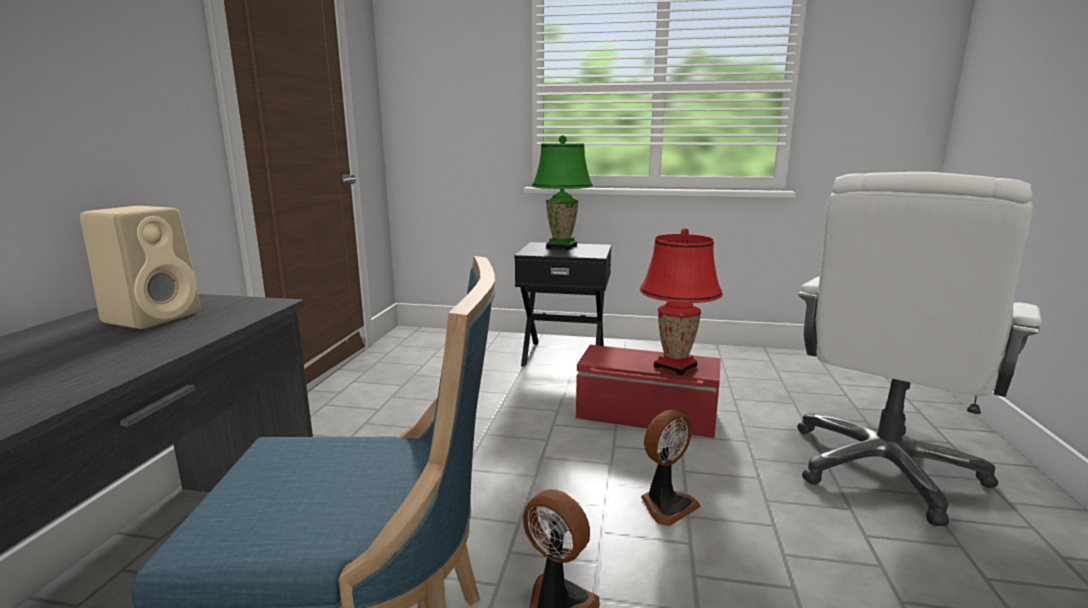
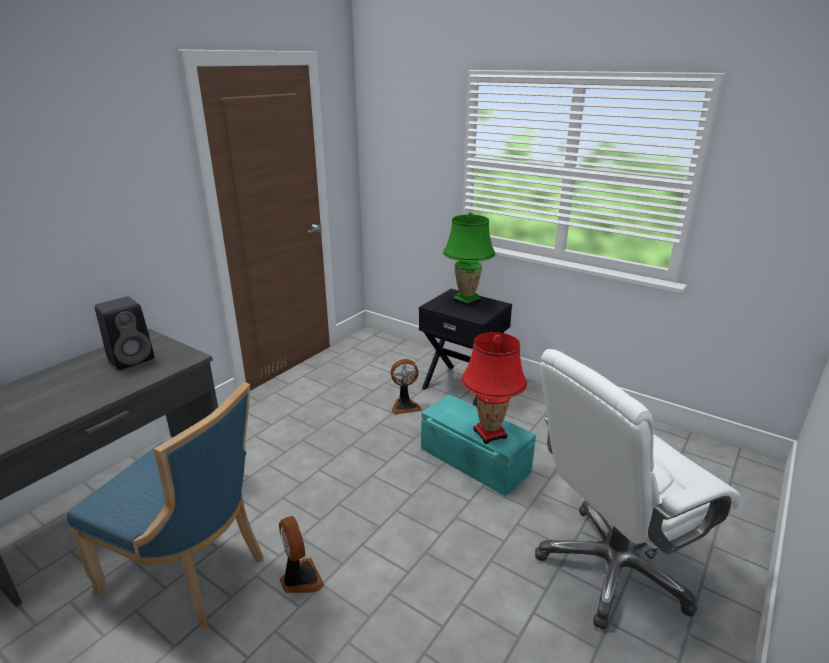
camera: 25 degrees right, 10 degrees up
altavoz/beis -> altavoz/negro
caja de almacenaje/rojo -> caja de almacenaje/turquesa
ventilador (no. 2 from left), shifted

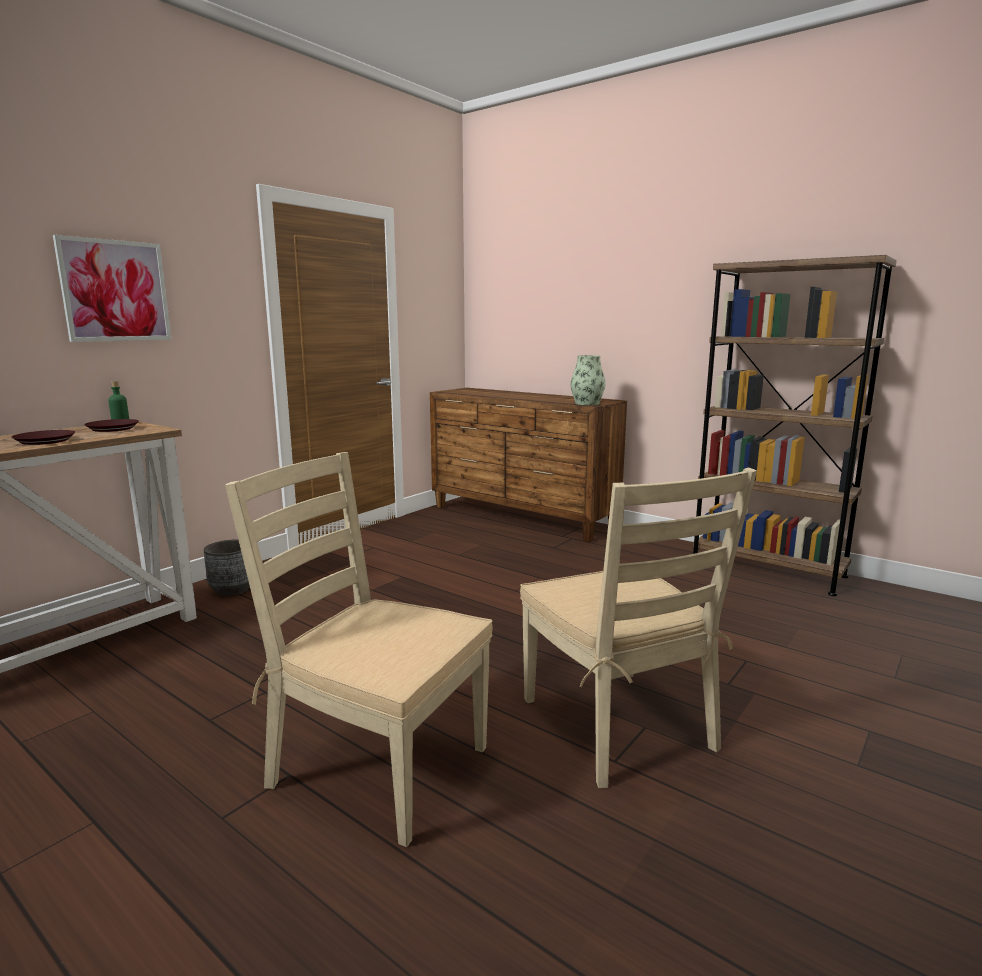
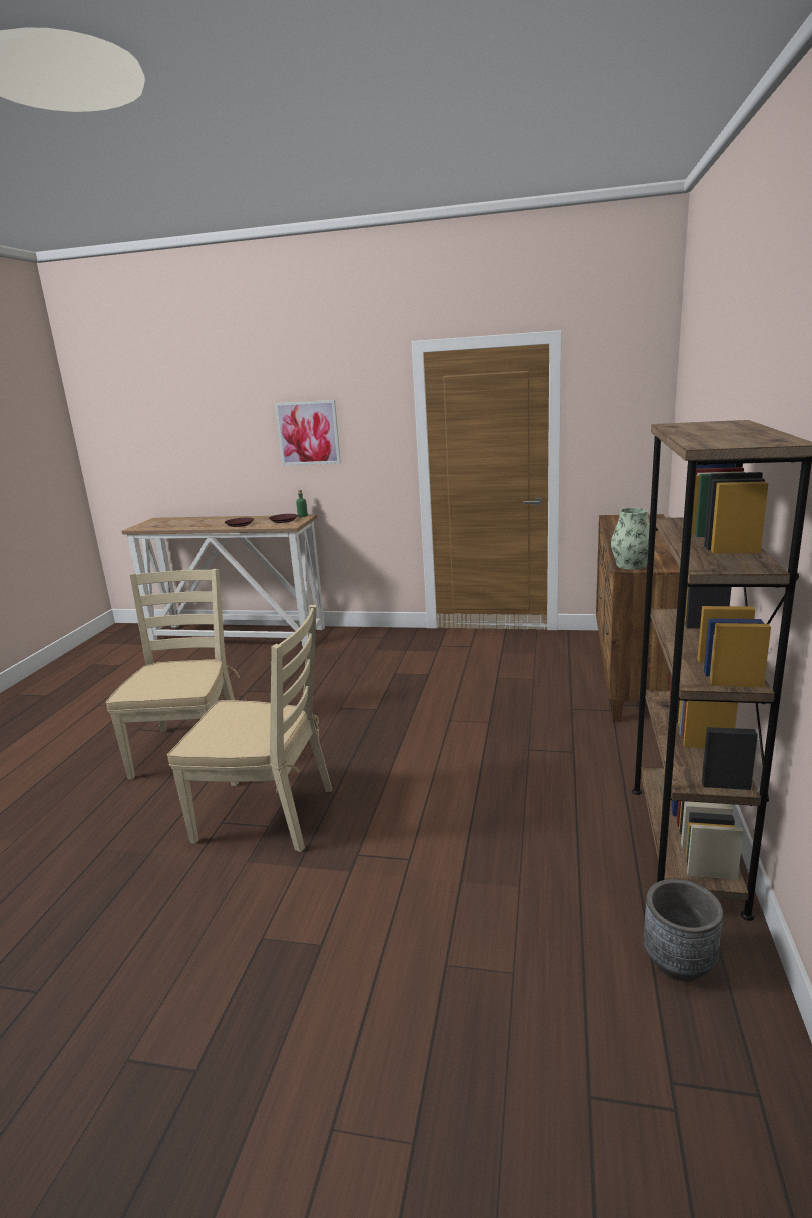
camera: 65 degrees right, 5 degrees up
maceta/gris, shifted
silla/beis (no. 2 from left), 120 degrees counterclockwise

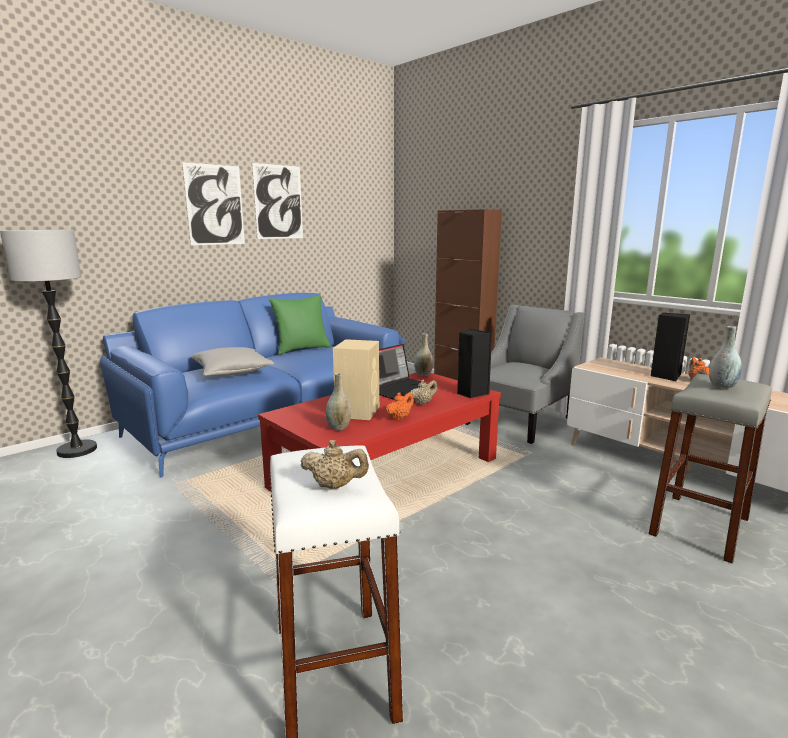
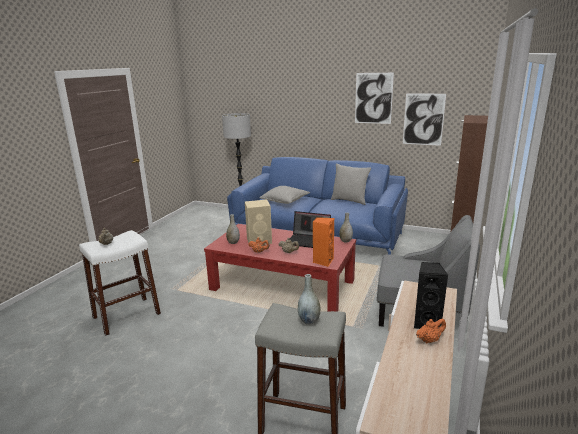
camera: 65 degrees right, 5 degrees up
cuadro (no. 1 from left in the first image) -> cuadro (no. 2 from left), shifted
cojín/verde -> cojín/gris (no. 2 from left)
altavoz/negro (no. 1 from left) -> altavoz/naranja

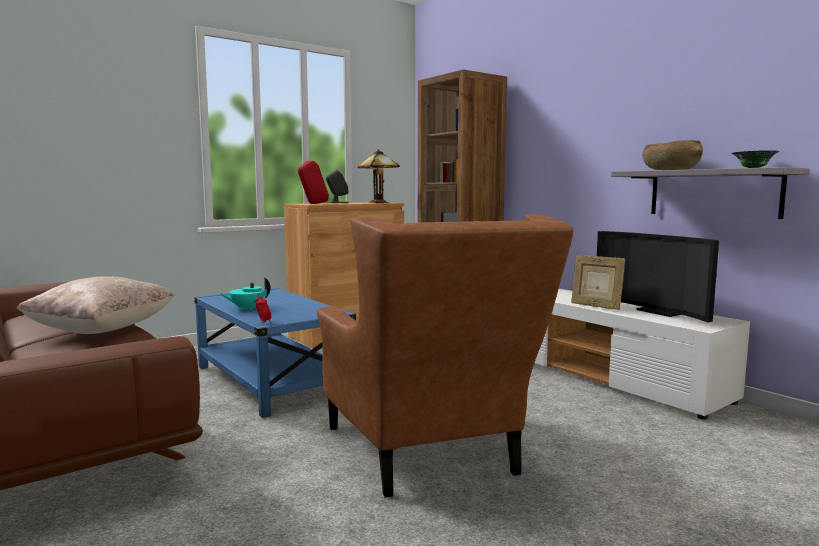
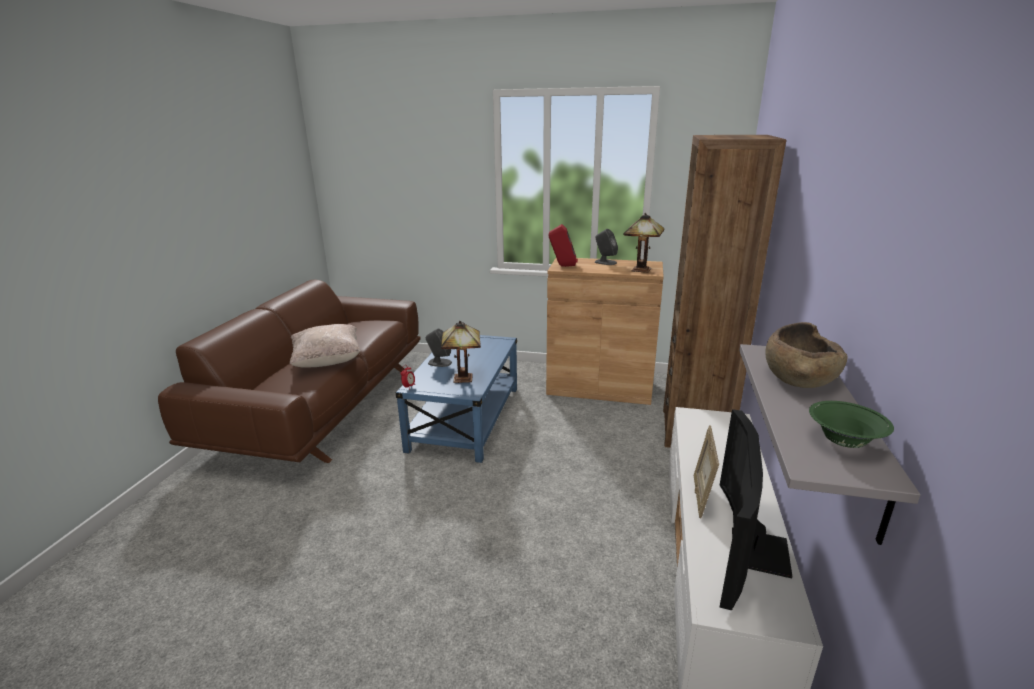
camera: 50 degrees right, 15 degrees up
tetera/turquesa -> altavoz/gris (no. 1 from left)
sillón/marrón -> none
none -> lámpara de mesa (no. 1 from left)

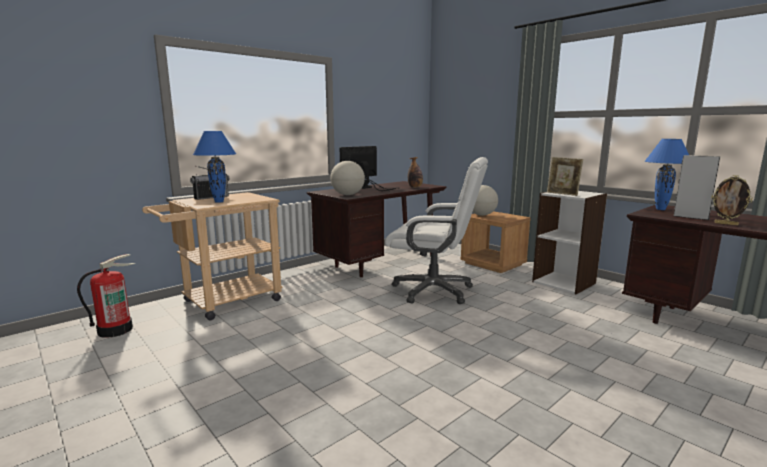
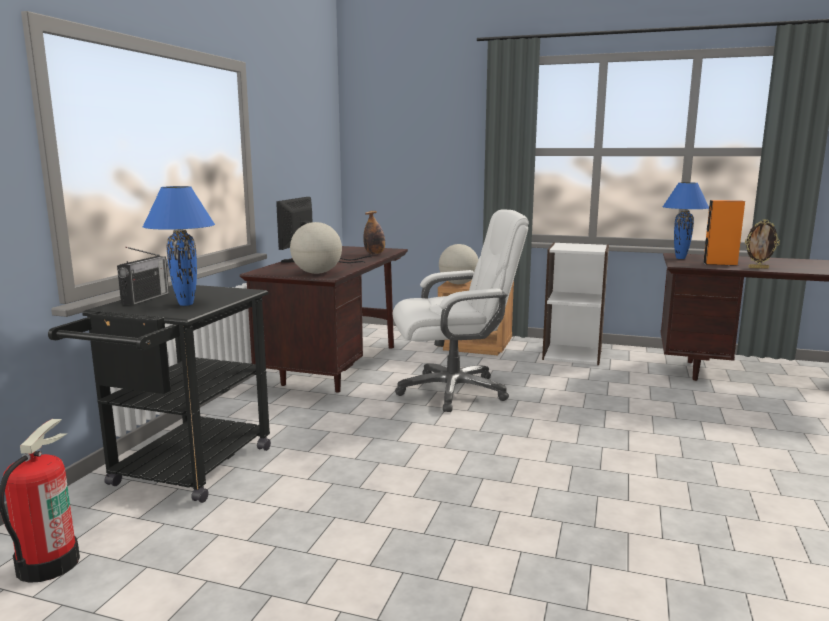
camera: 30 degrees left, 0 degrees up
carrito/beis -> carrito/negro
portarretratos (no. 1 from left) -> none
altavoz/gris -> altavoz/naranja

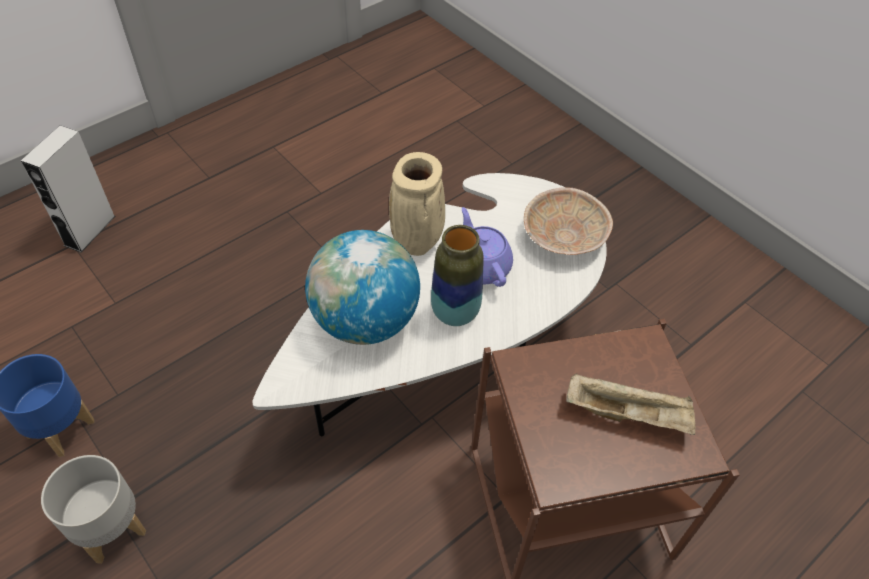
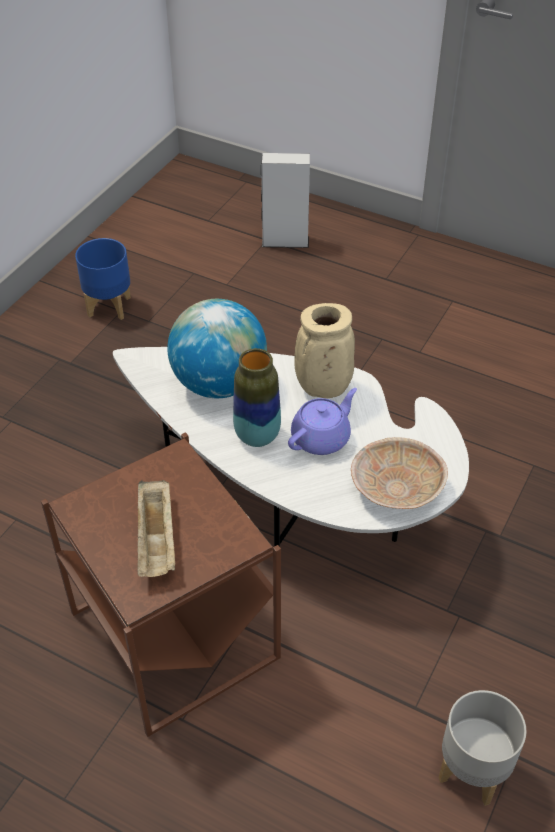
camera: 70 degrees right, 5 degrees down
maceta/gris, shifted

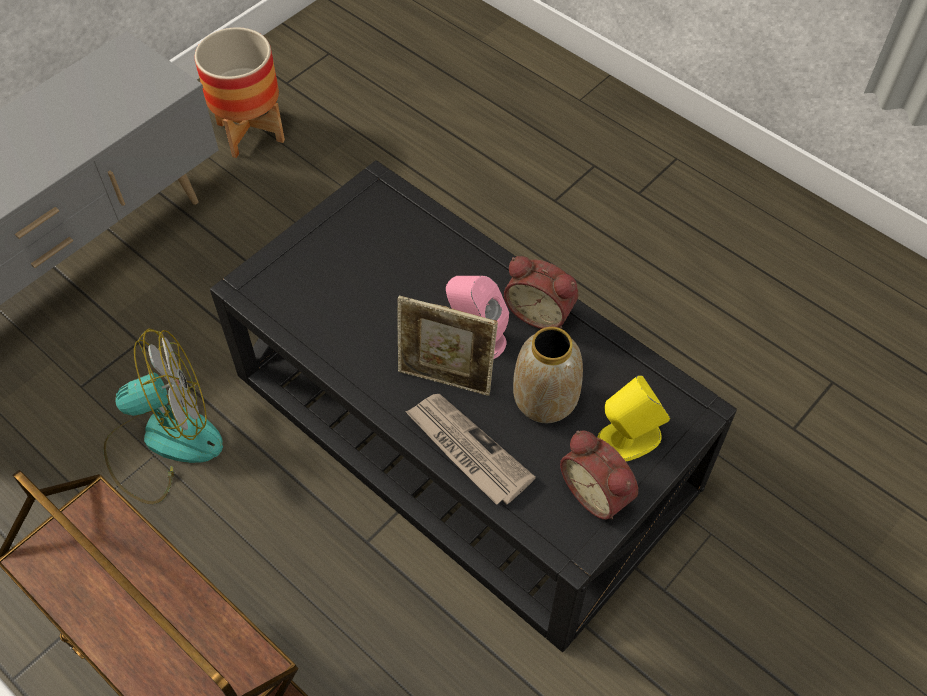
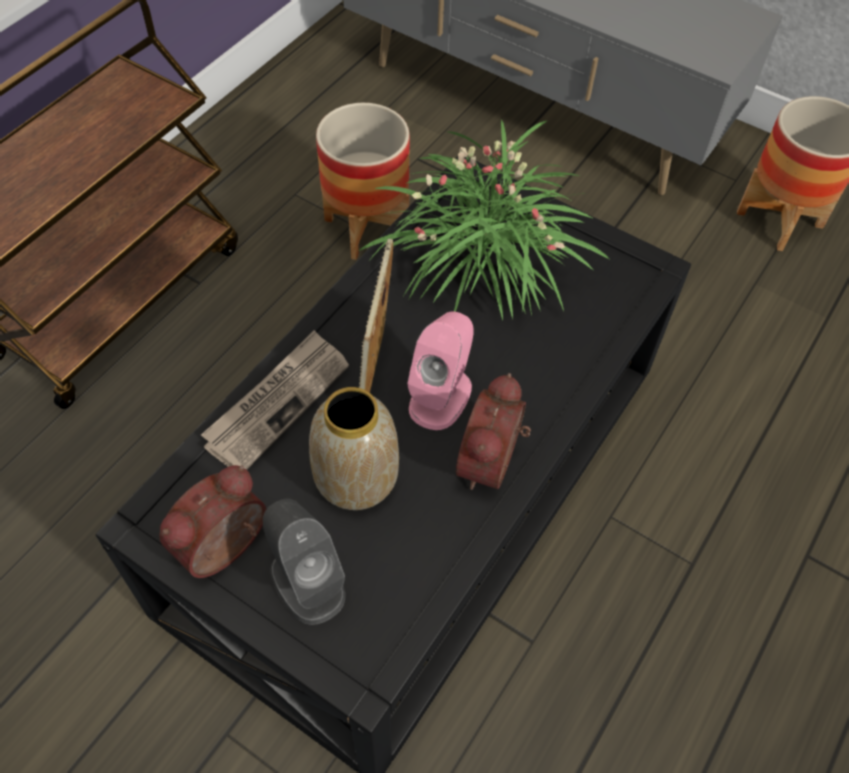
camera: 80 degrees right, 0 degrees up
ventilador -> maceta (no. 1 from left)
altavoz/amarillo -> altavoz/gris
none -> planta en maceta

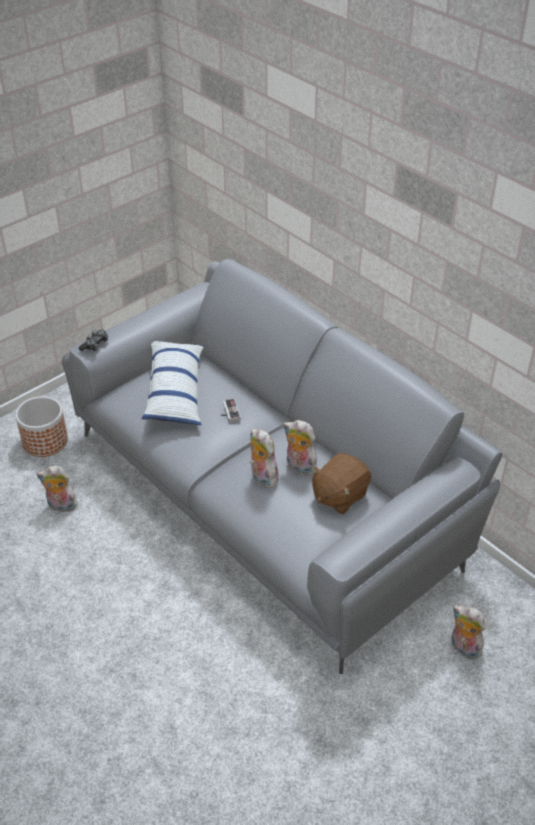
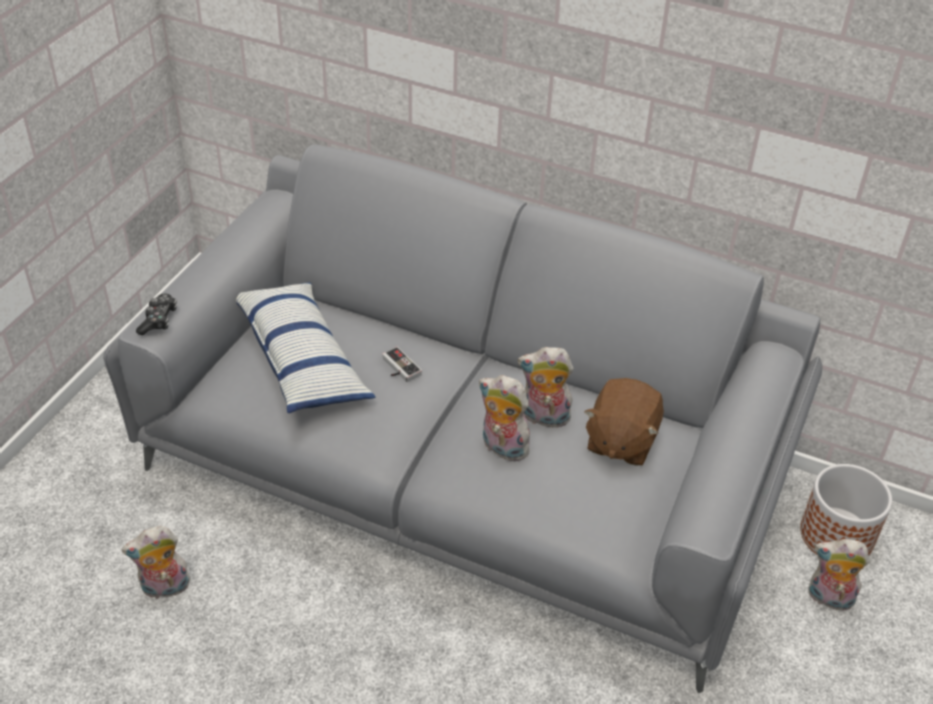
camera: 25 degrees left, 0 degrees up
maceta, shifted

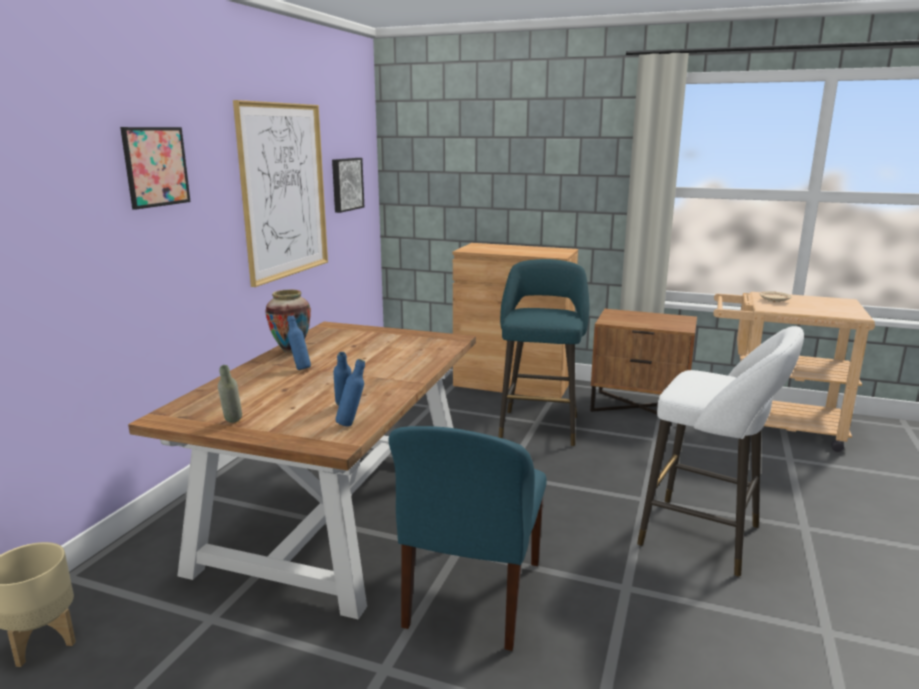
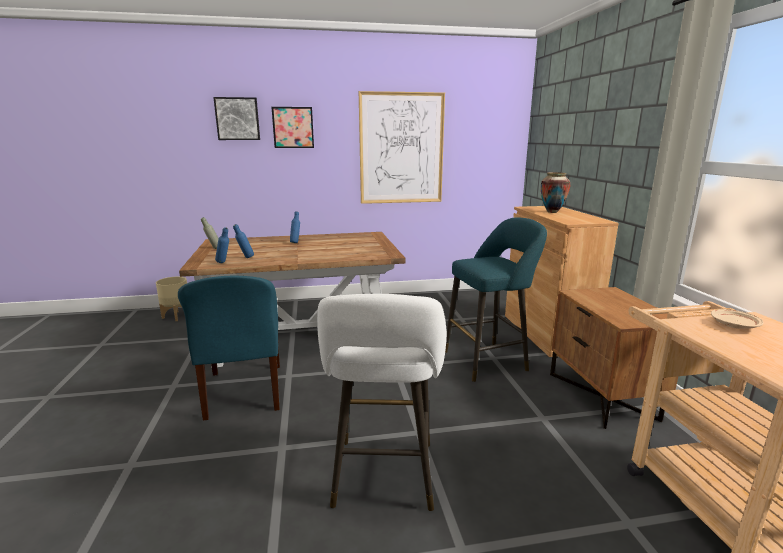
camera: 60 degrees right, 0 degrees up
florero, shifted
cuadro (no. 3 from left in the first image) -> cuadro (no. 1 from left), shifted
silla/azul, 90 degrees counterclockwise

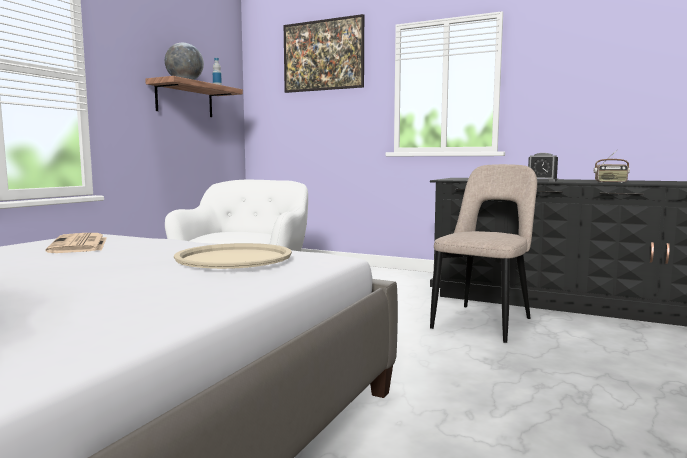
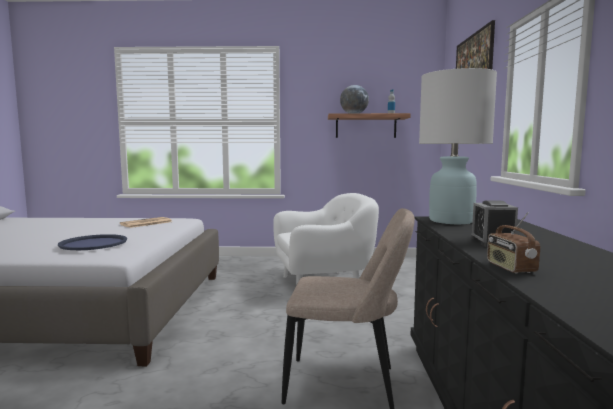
camera: 65 degrees right, 0 degrees up
bandeja/beis -> bandeja/azul
none -> lámpara de mesa/blanco

